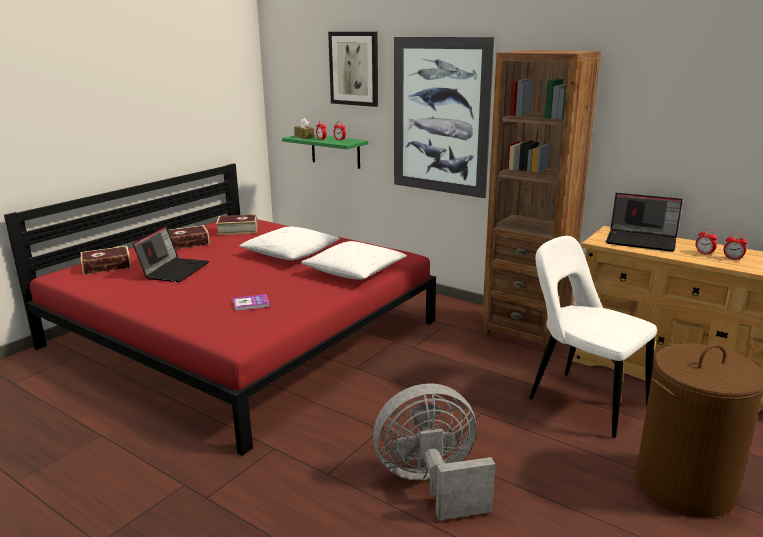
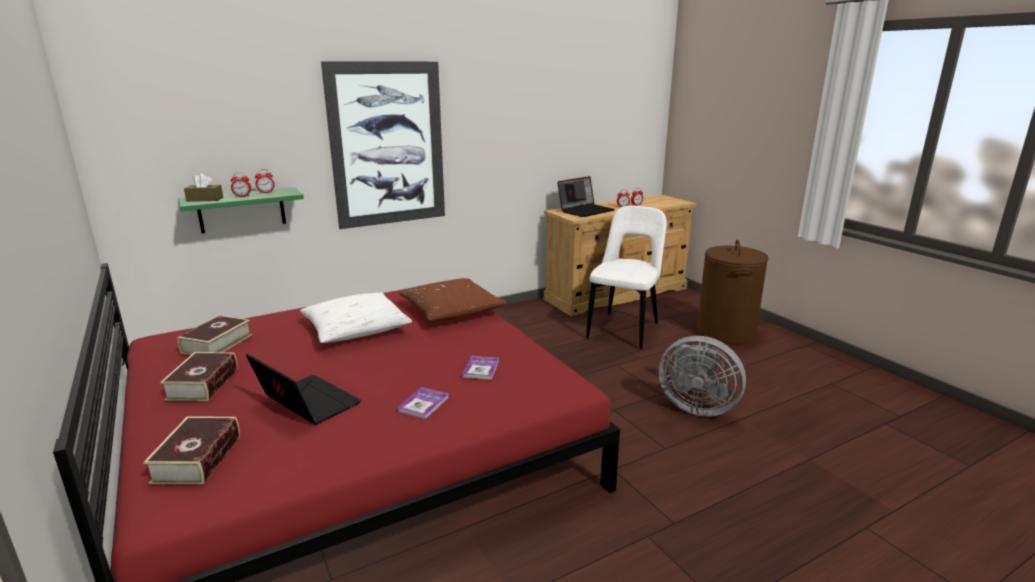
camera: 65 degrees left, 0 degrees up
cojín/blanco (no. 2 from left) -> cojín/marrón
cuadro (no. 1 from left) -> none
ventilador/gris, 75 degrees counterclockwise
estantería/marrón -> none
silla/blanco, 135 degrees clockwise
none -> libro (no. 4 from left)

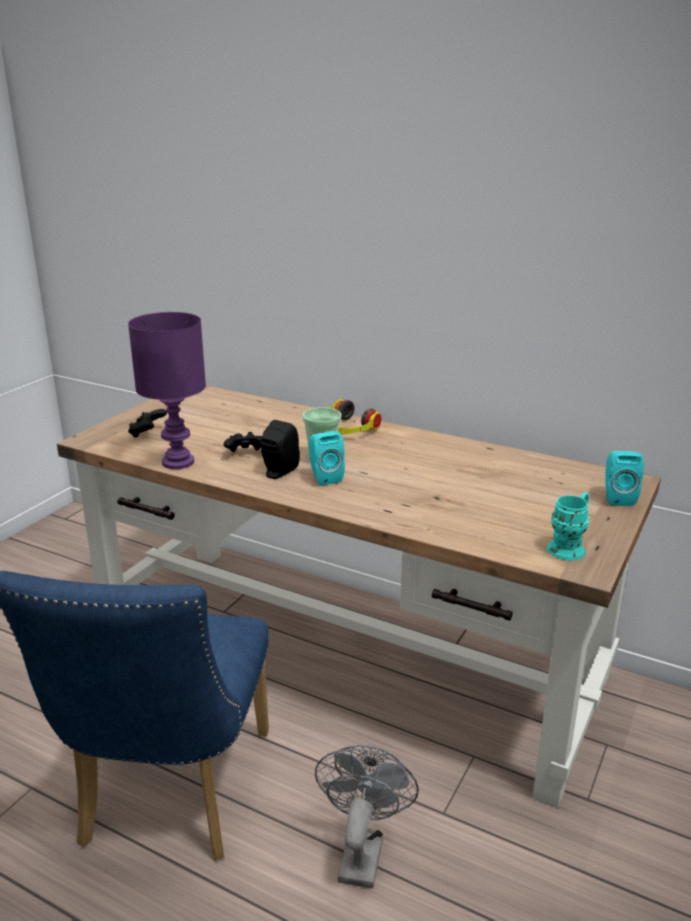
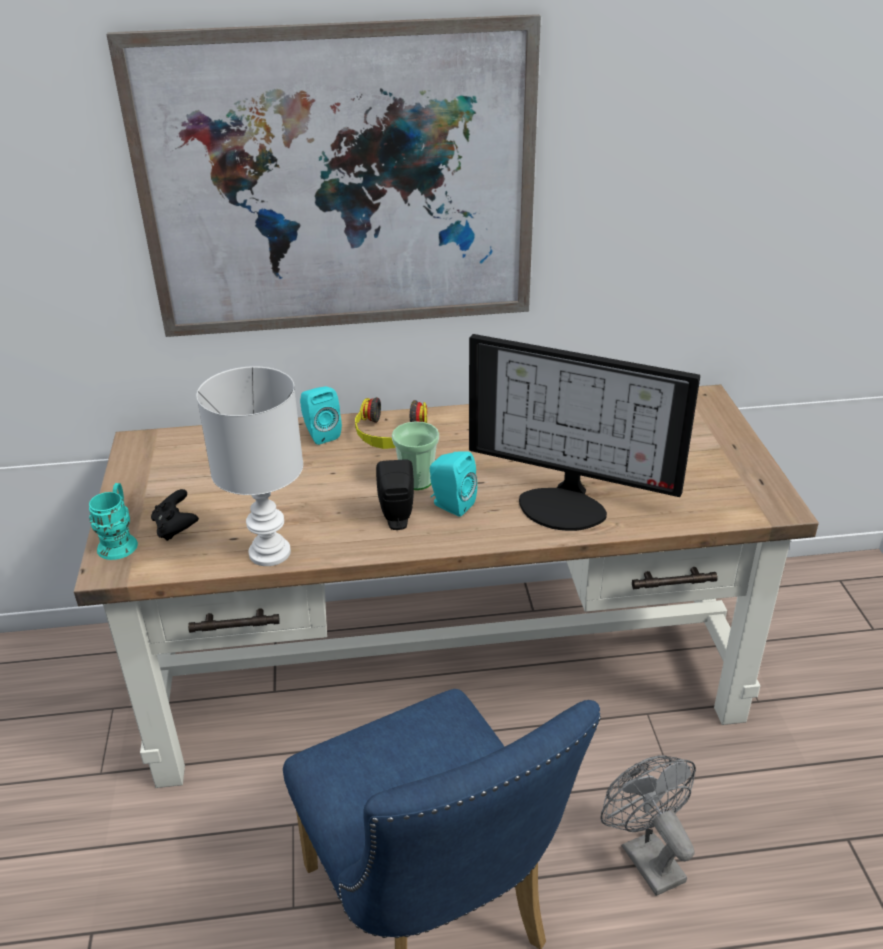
camera: 35 degrees left, 10 degrees up
lámpara de mesa/morado -> lámpara de mesa/blanco
mando de consola/negro (no. 2 from left) -> none
taza grande/turquesa, shifted
altavoz/turquesa (no. 2 from left in the first image) -> altavoz/turquesa (no. 1 from left), shifted
none -> cuadro
none -> monitor

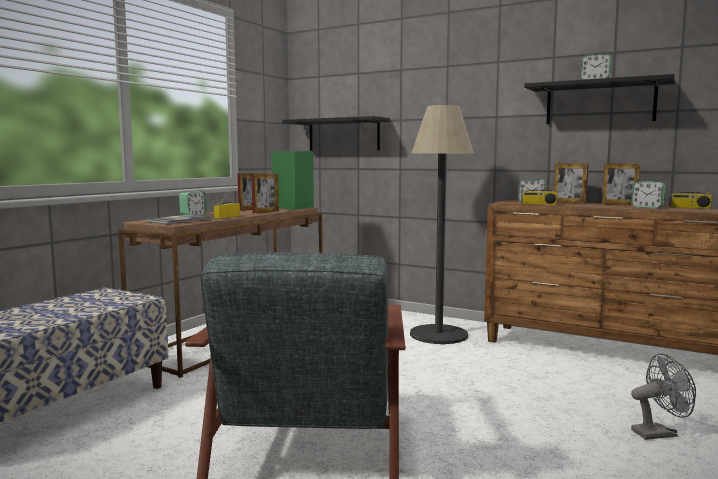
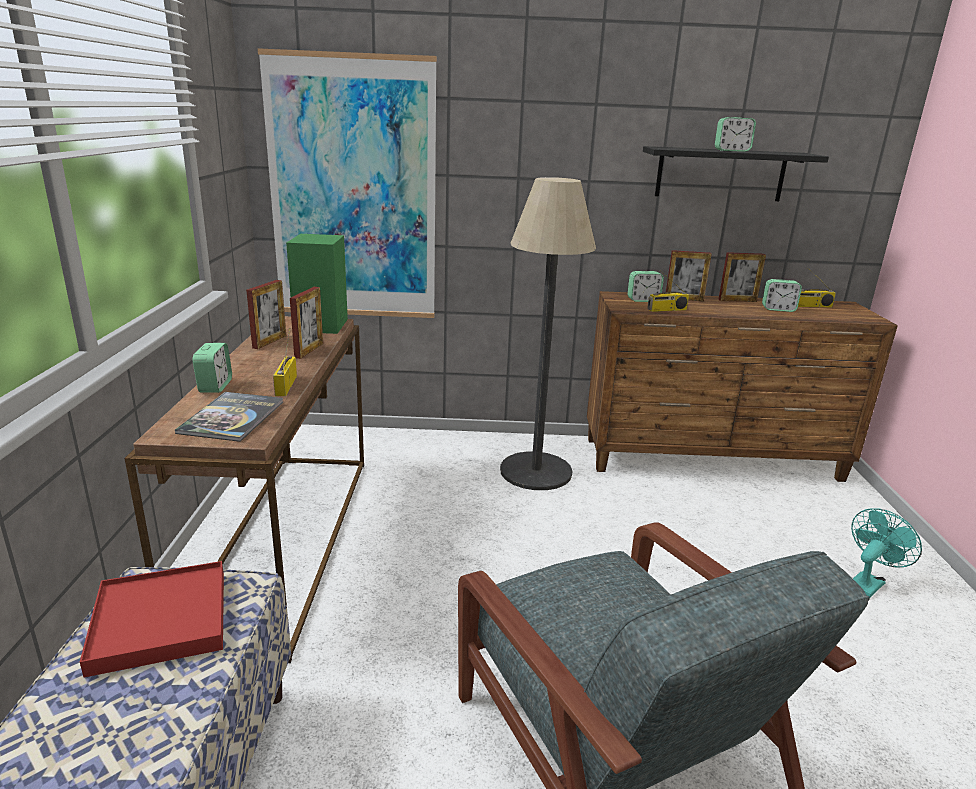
camera: 30 degrees left, 15 degrees up
estante/negro (no. 1 from left) -> cuadro
ventilador/gris -> ventilador/turquesa
none -> bandeja/rojo

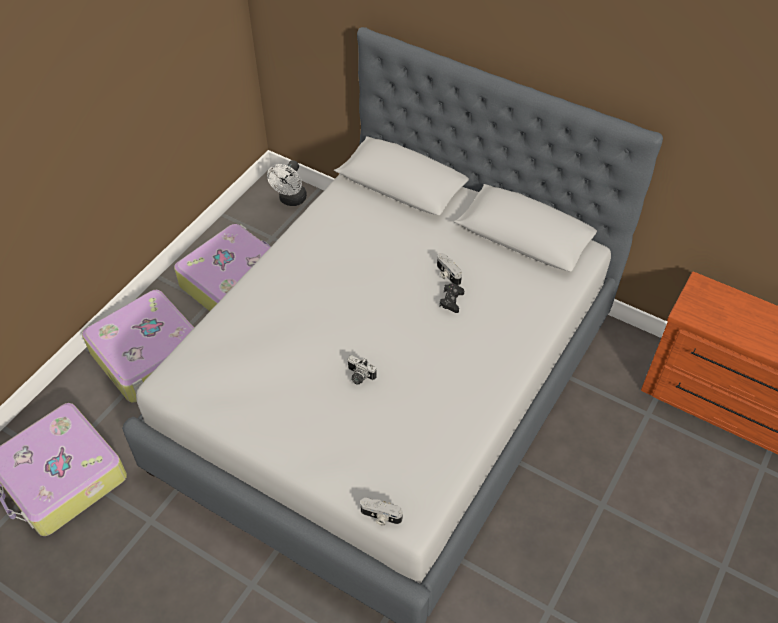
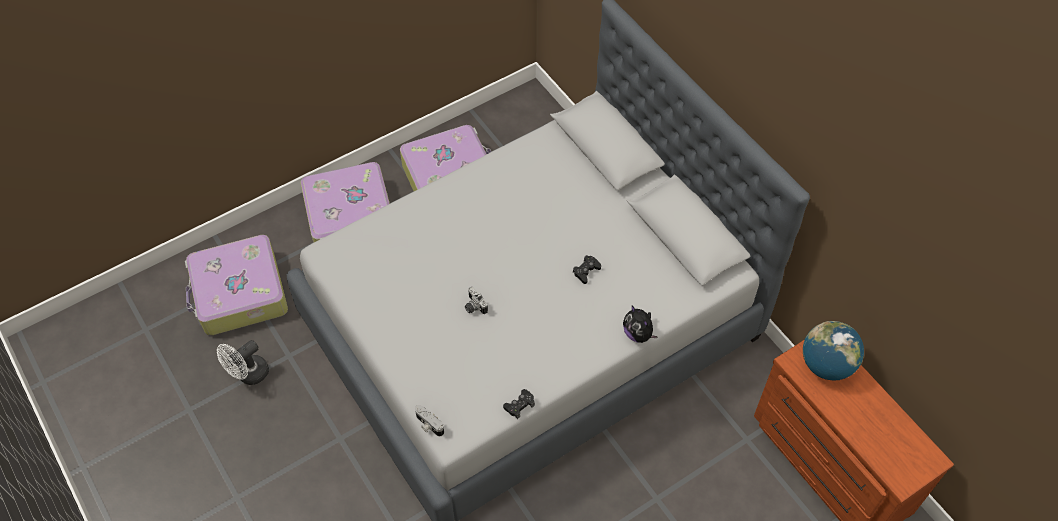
camera: 25 degrees right, 5 degrees up
ventilador/blanco, shifted
cámara (no. 3 from left) -> none
none -> mando de consola/negro (no. 1 from left)
none -> peluche
none -> globo terráqueo

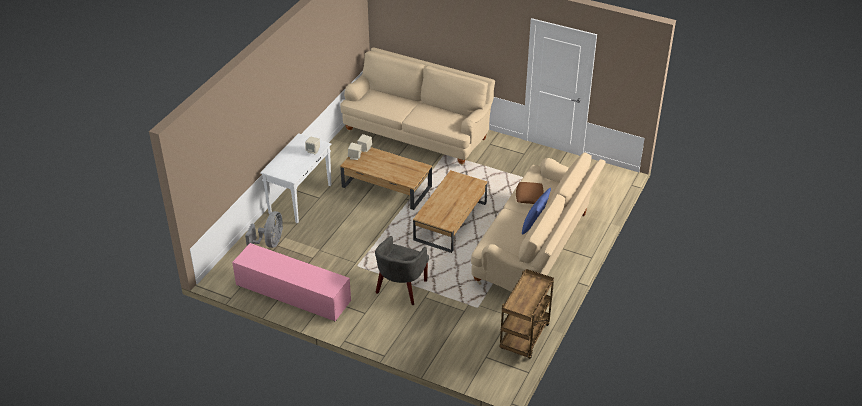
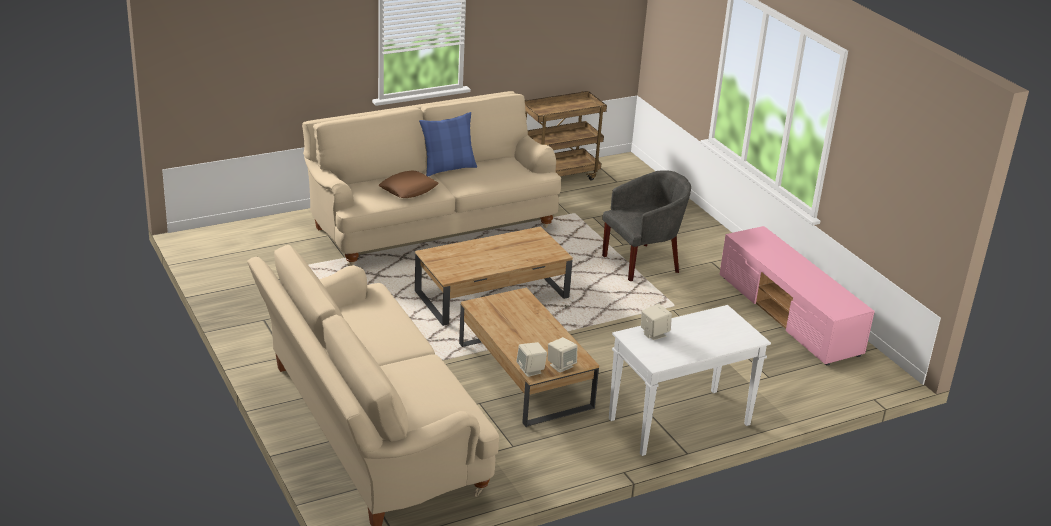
camera: 145 degrees left, 10 degrees down
ventilador/gris -> none

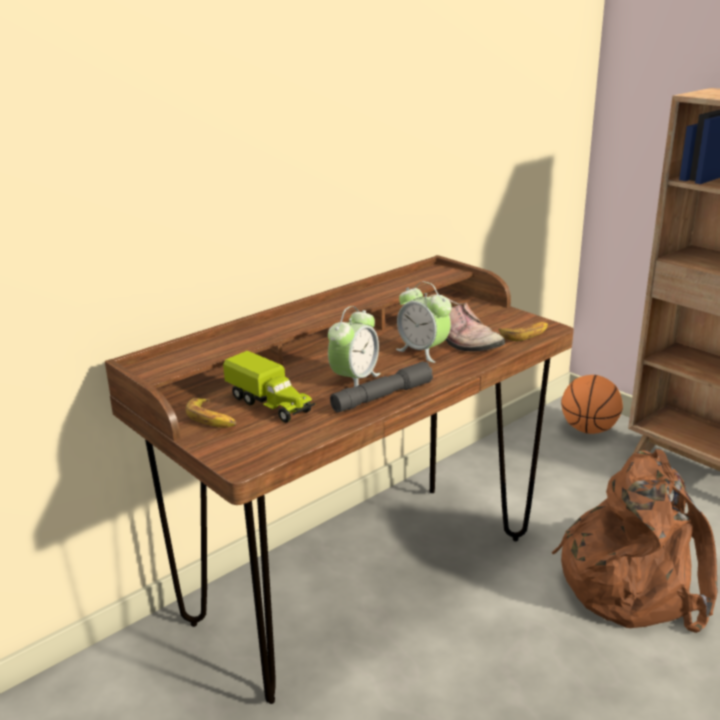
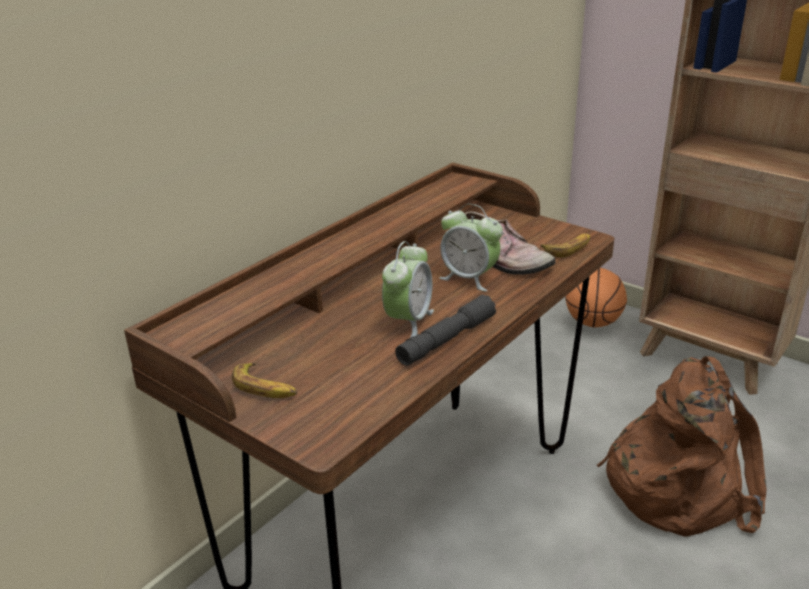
camera: 10 degrees left, 5 degrees up
camión de juguete -> none

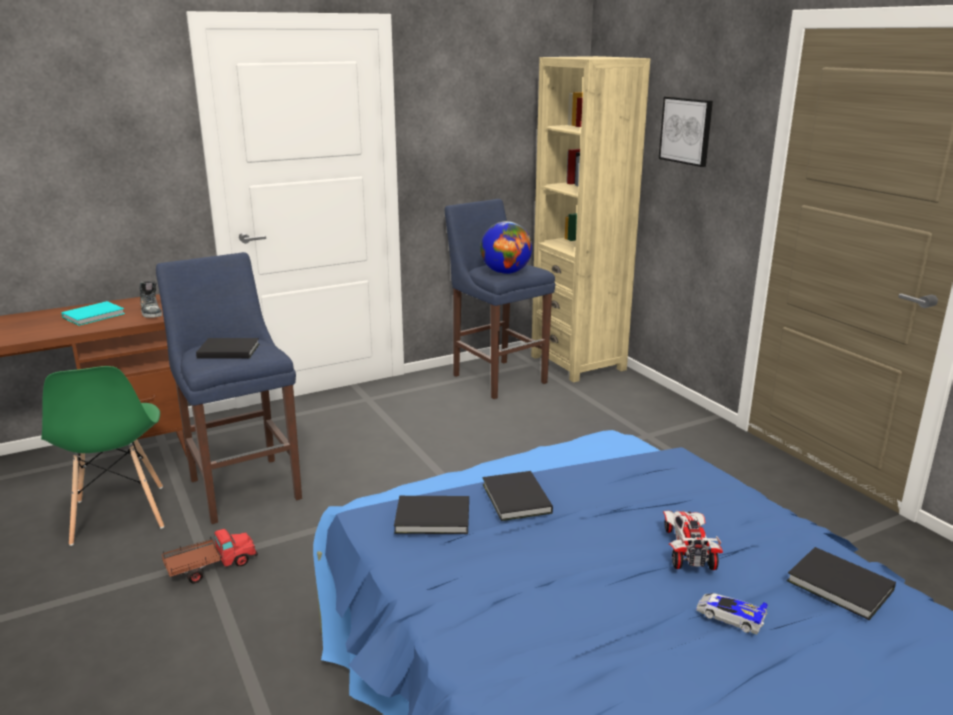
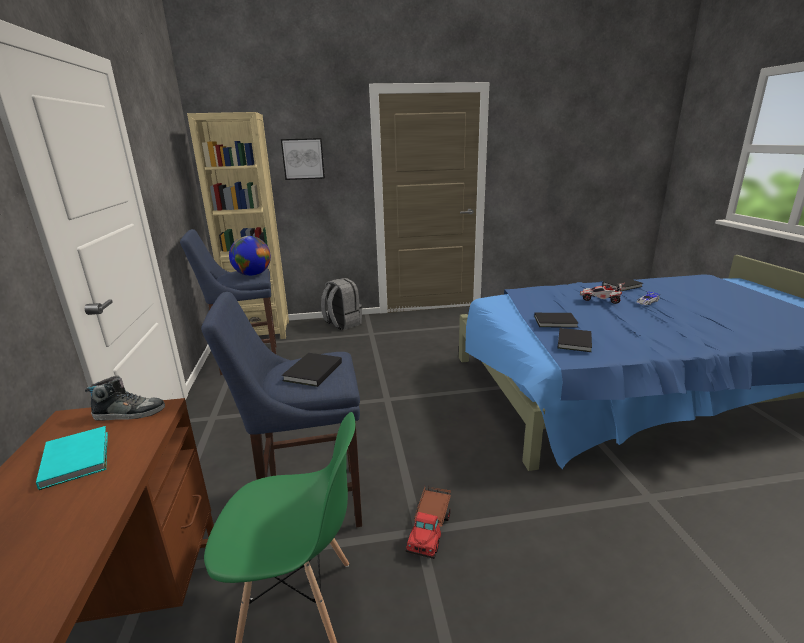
camera: 70 degrees left, 0 degrees up
camión de juguete, 150 degrees counterclockwise
none -> mochila/gris

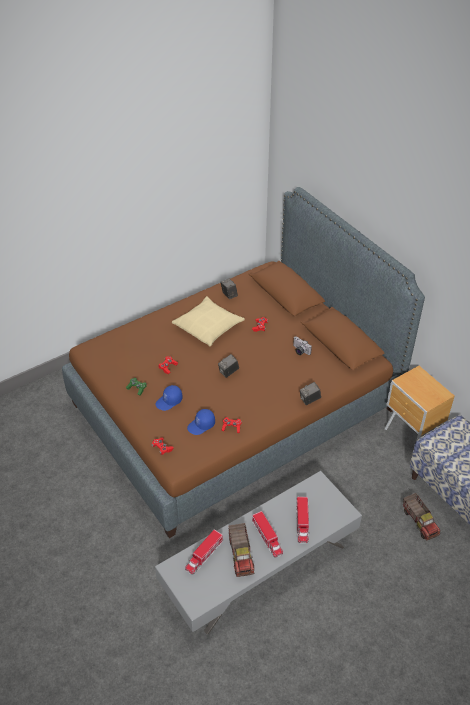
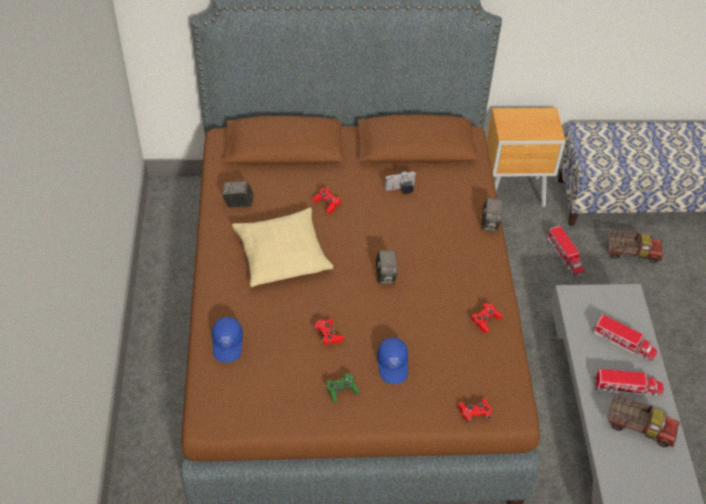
camera: 60 degrees left, 5 degrees up
camión de juguete (no. 1 from left), shifted
gorra/azul (no. 2 from left in the first image) -> gorra/azul (no. 1 from left), shifted

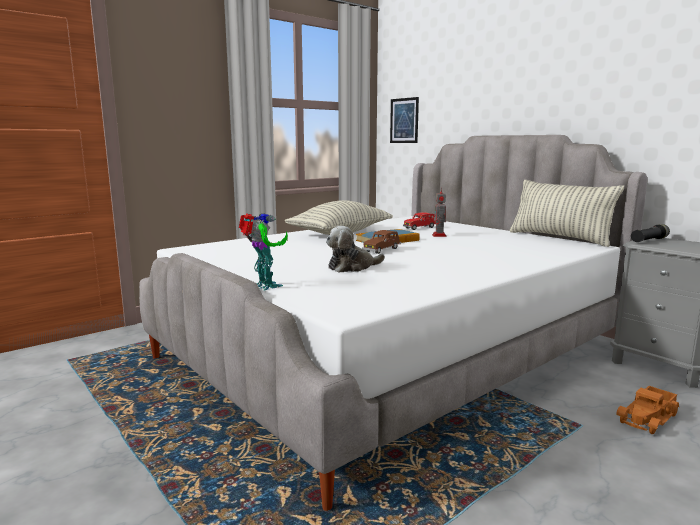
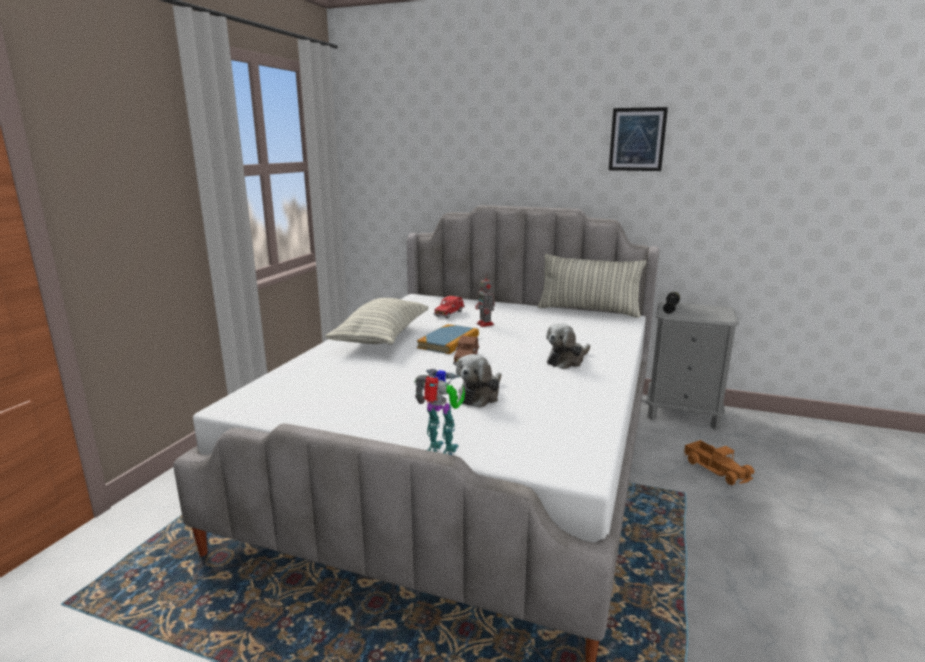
camera: 30 degrees left, 5 degrees up
cuadro, shifted
camión de juguete, 45 degrees counterclockwise
none -> peluche (no. 2 from left)

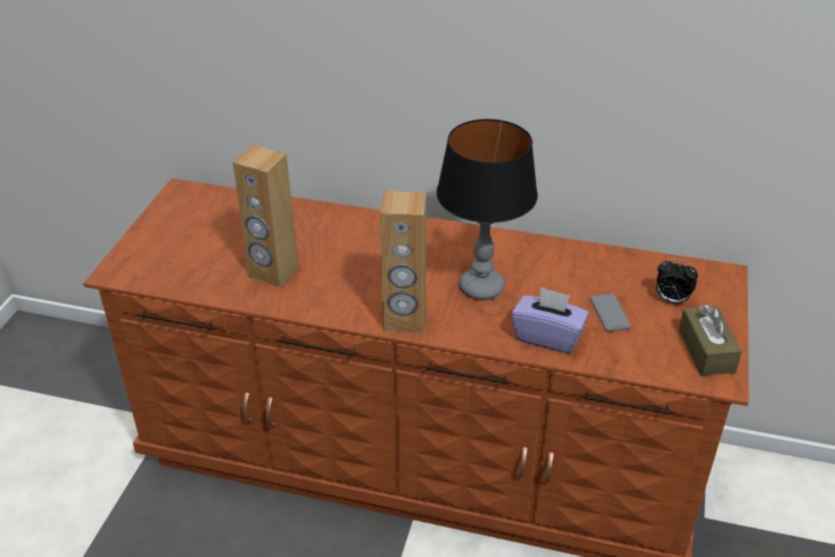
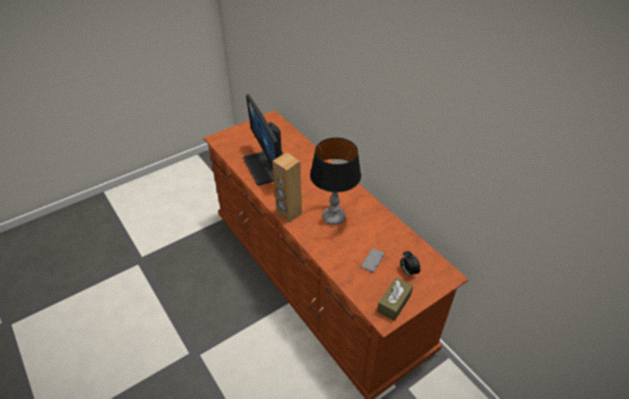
camera: 40 degrees right, 5 degrees up
altavoz/marrón (no. 1 from left) -> monitor
caja de pañuelos/morado -> none

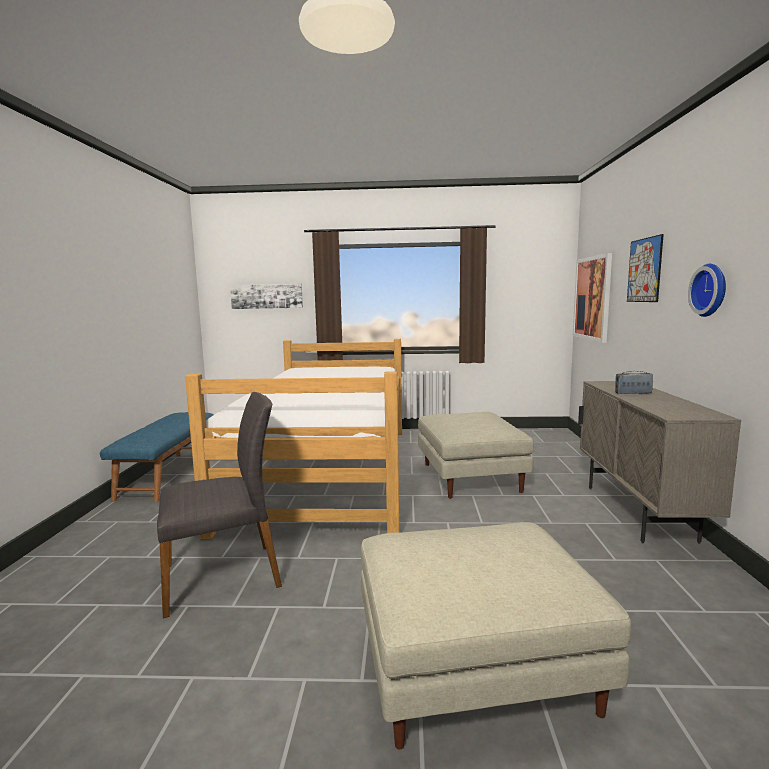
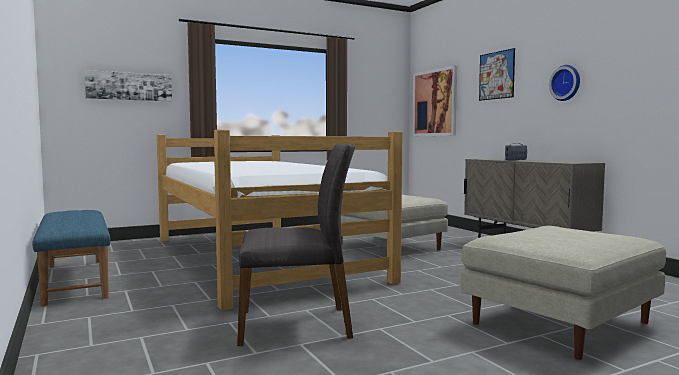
camera: 30 degrees left, 5 degrees down
silla/gris, 45 degrees clockwise

